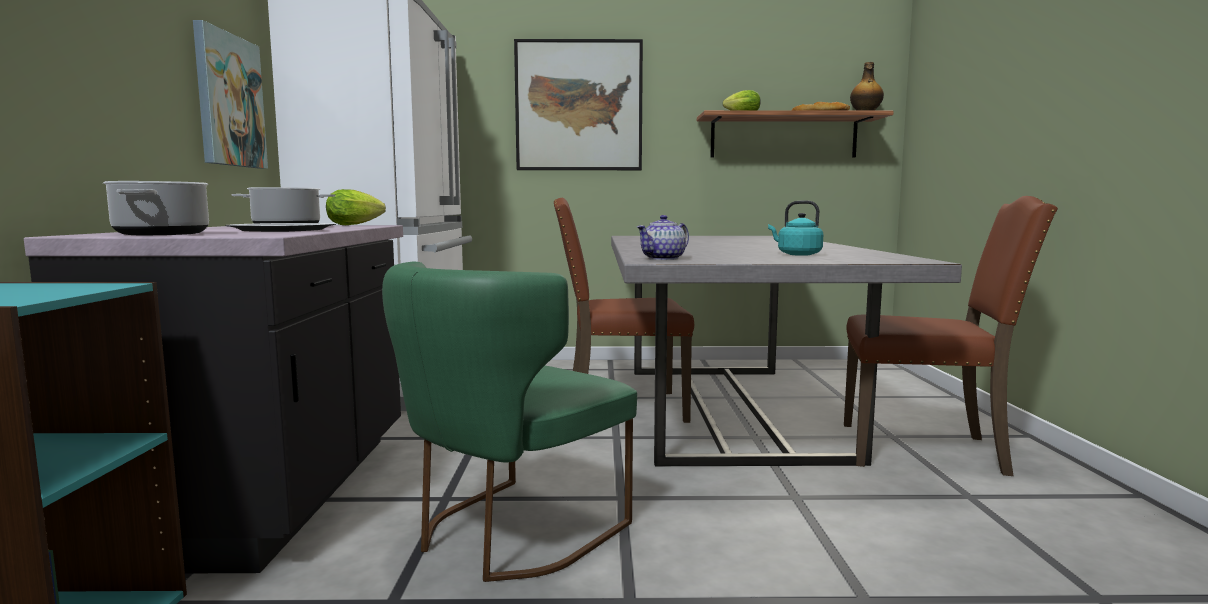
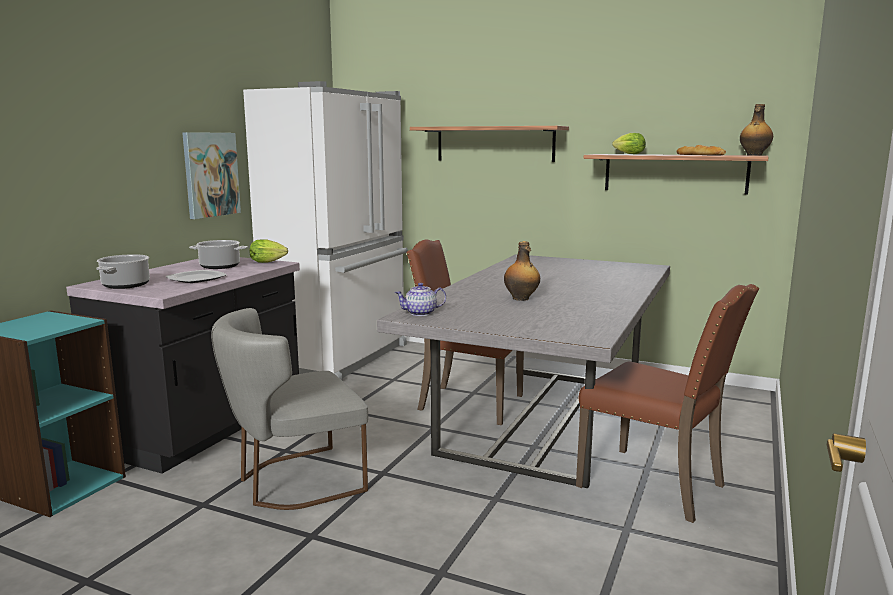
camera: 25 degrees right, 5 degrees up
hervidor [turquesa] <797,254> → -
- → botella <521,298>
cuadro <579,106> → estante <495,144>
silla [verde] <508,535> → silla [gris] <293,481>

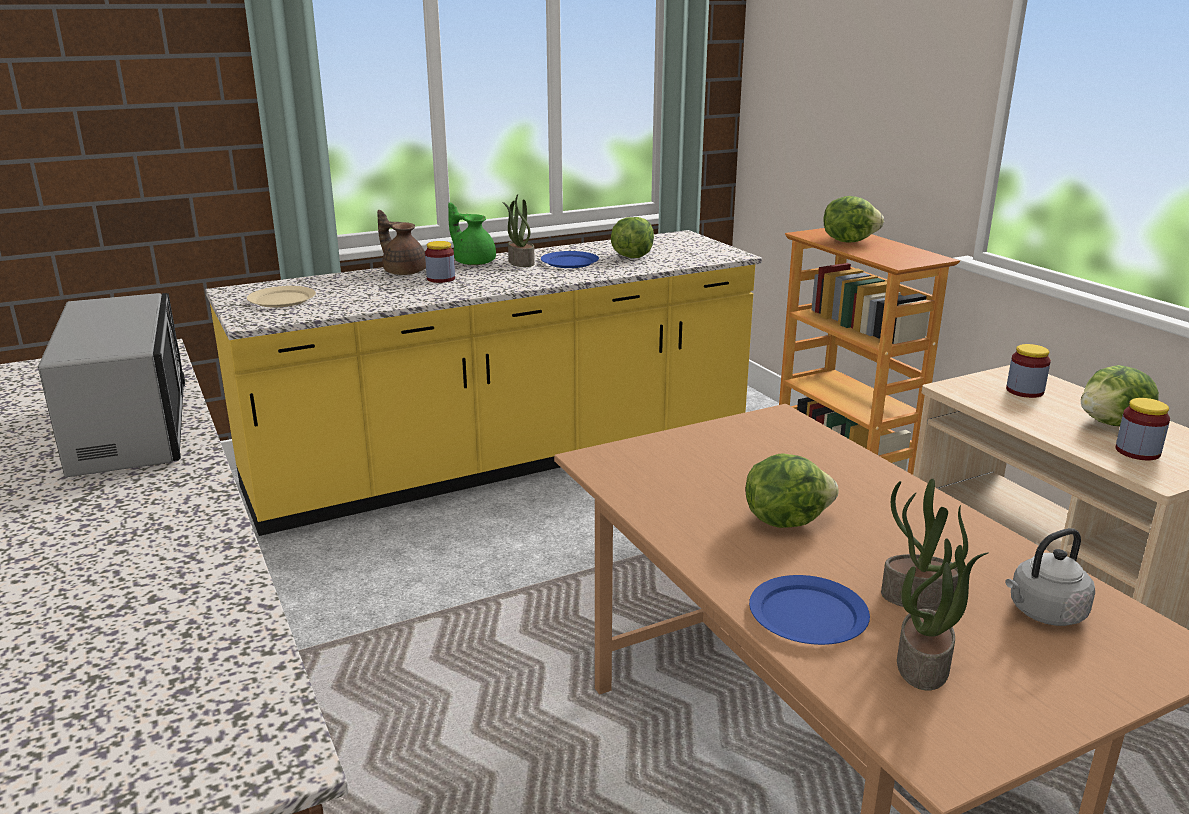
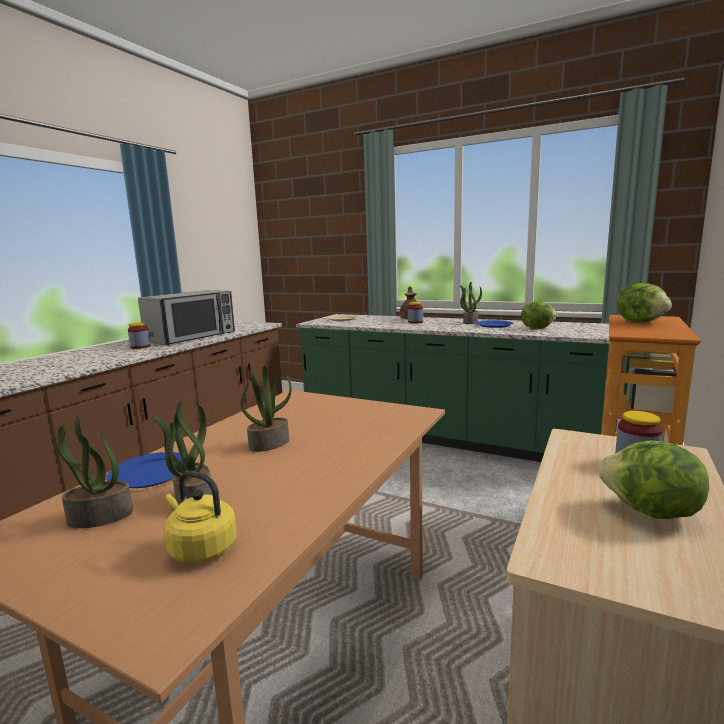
camera: 55 degrees right, 10 degrees down
tetera [verde] <473,262> → -
tarro <1137,451> → tarro <140,347>, relocated
lechuga <785,520> → planta en maceta <269,443>
mueble bajo de cocina [amarillo] <506,460> → mueble bajo de cocina [verde] <447,437>
hervidor [gris] <1043,613> → hervidor [amarillo] <200,548>

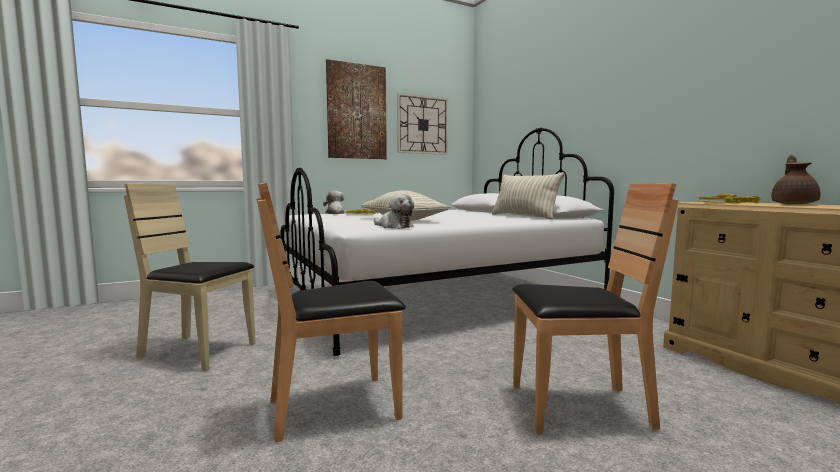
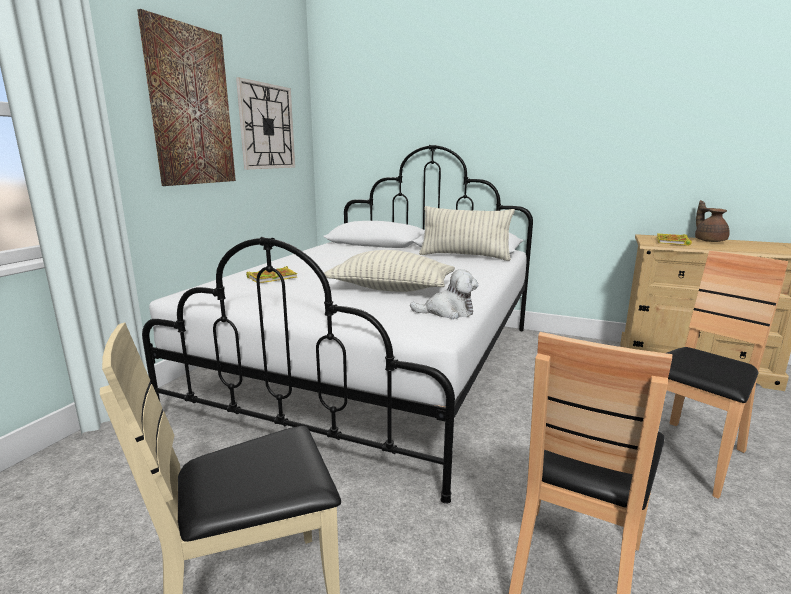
camera: 40 degrees left, 10 degrees up
peluche <335,213> → -

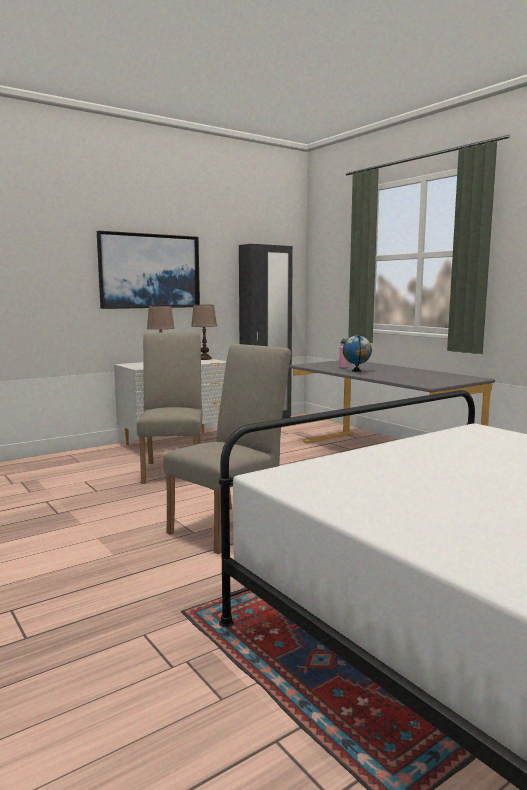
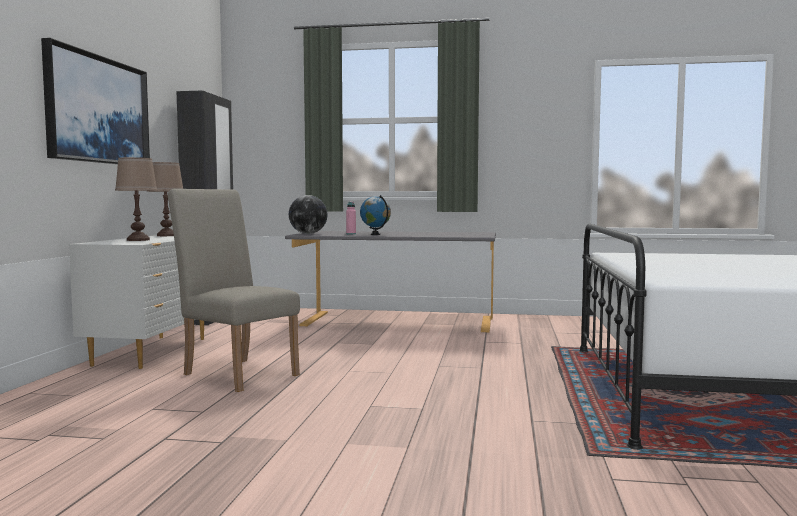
camera: 45 degrees left, 5 degrees down
silla [beis] <230,526> → -
- → globo terráqueo <308,233>

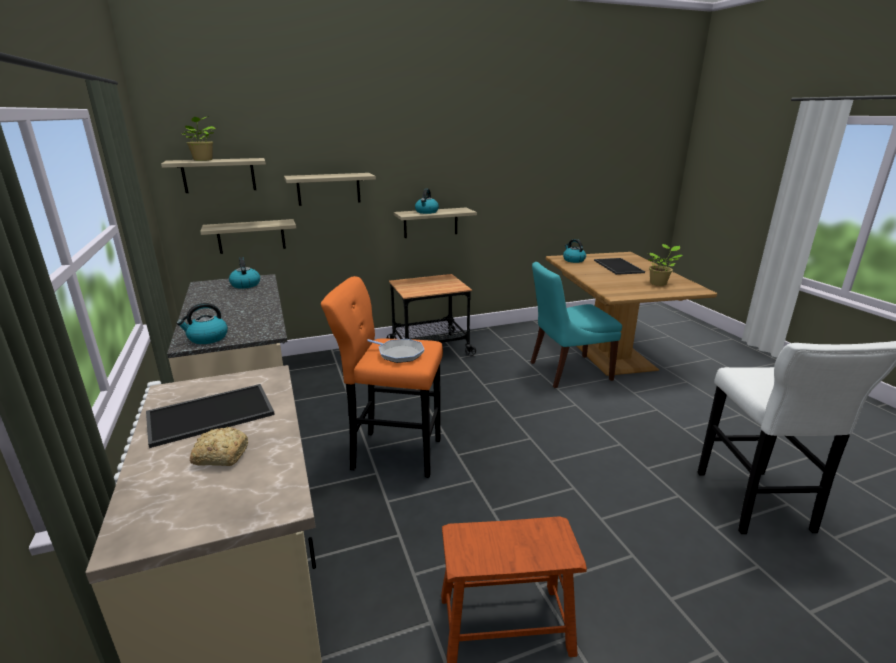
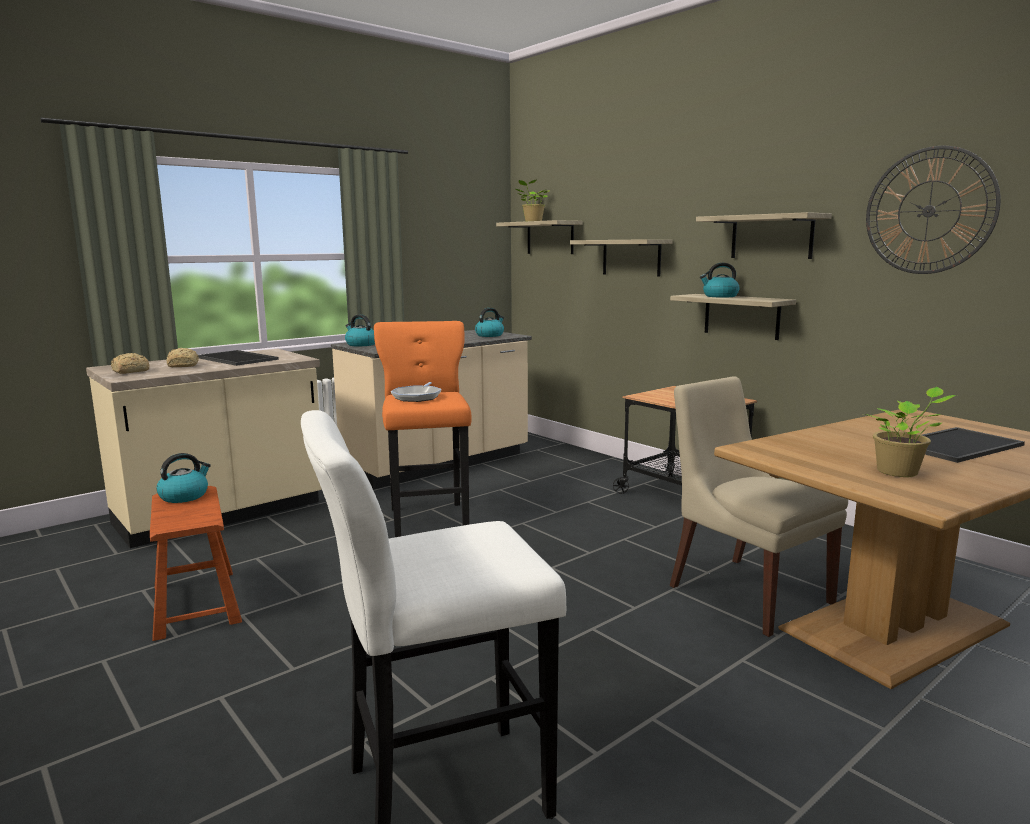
camera: 70 degrees right, 10 degrees down
- → pan <129,371>
- → reloj de pared <929,211>
estante <251,236> → estante <771,237>, relocated
hervidor <573,260> → hervidor <184,496>, relocated
silla [turquesa] <567,371> → silla [beis] <745,592>

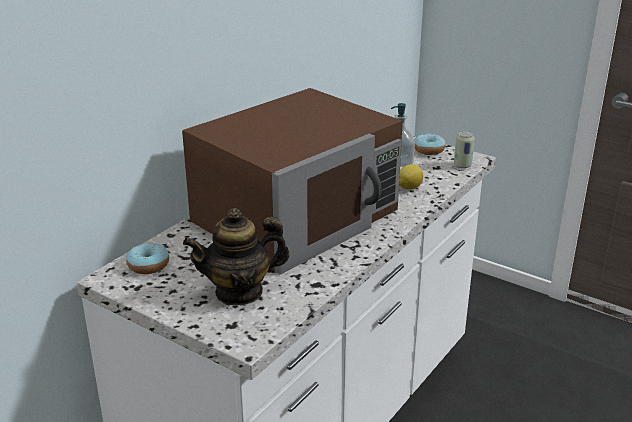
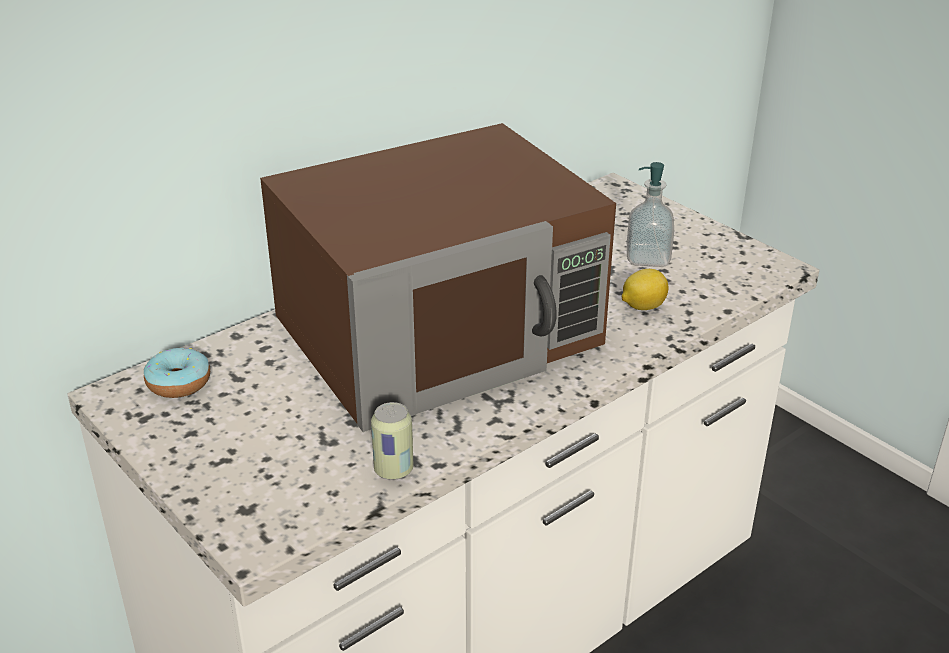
camera: 15 degrees right, 5 degrees up
tetera <239,292> → -
rosquilla <428,150> → -
lata <462,165> → lata <393,470>, relocated

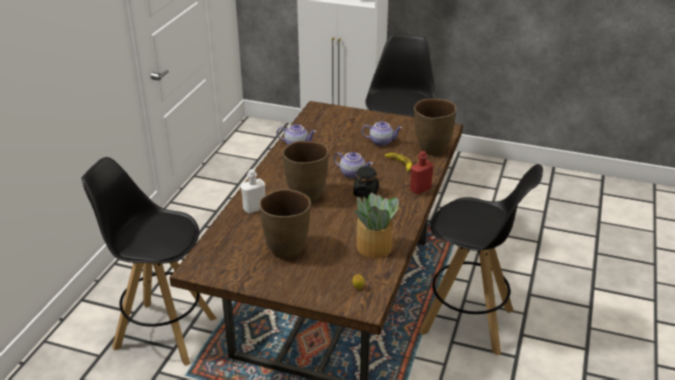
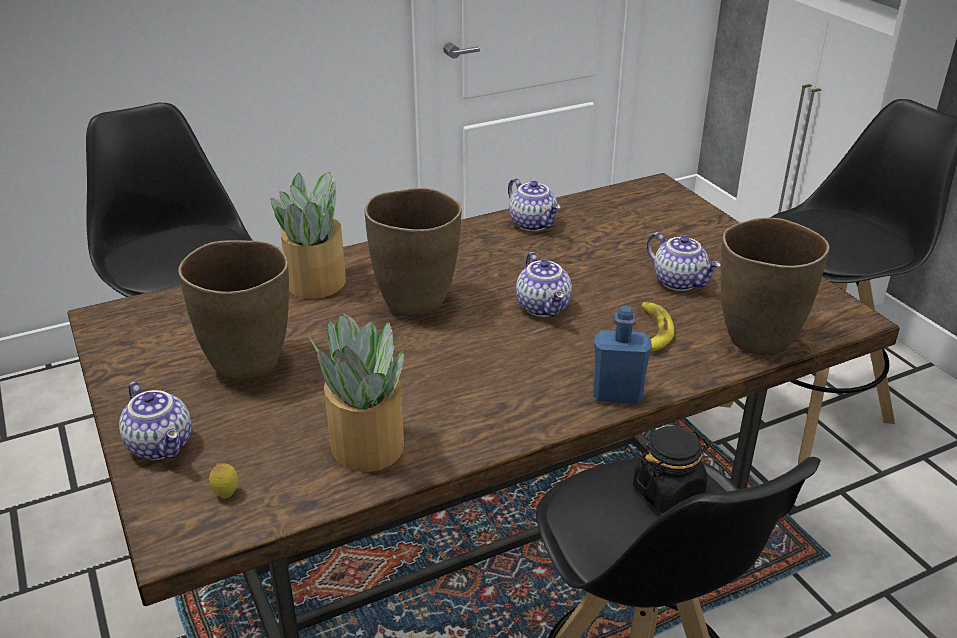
camera: 45 degrees right, 0 degrees up
- → tetera <162,445>
tarro [negro] <366,193> → tarro [negro] <668,492>, relocated
botella [blanco] <254,208> → planta en maceta <318,281>
botella [rojo] <420,189> → botella [azul] <617,395>

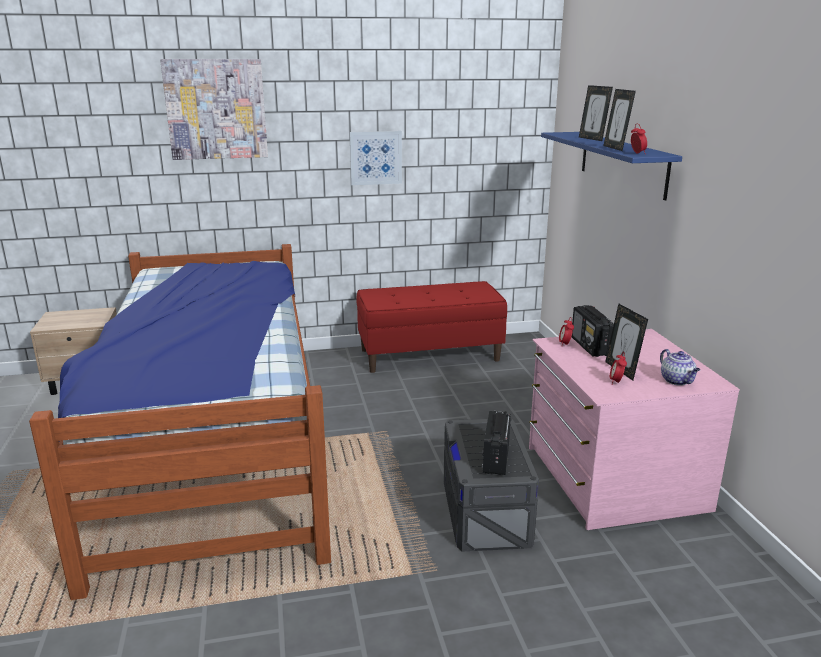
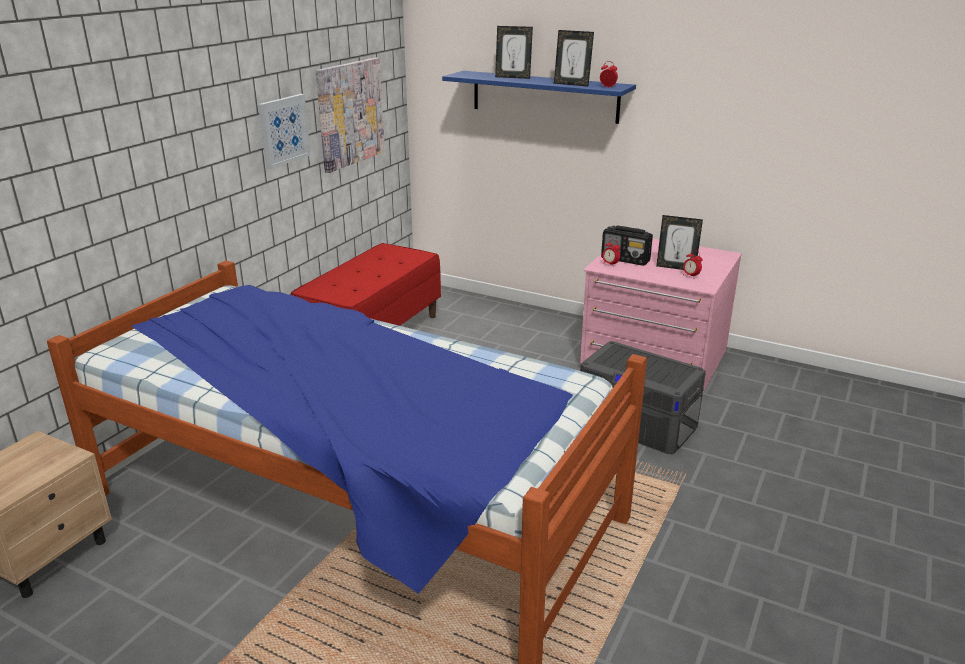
camera: 50 degrees left, 5 degrees up
radio <496,459> → -
tetera <677,381> → -
cuadro <216,109> → cuadro <350,113>, relocated

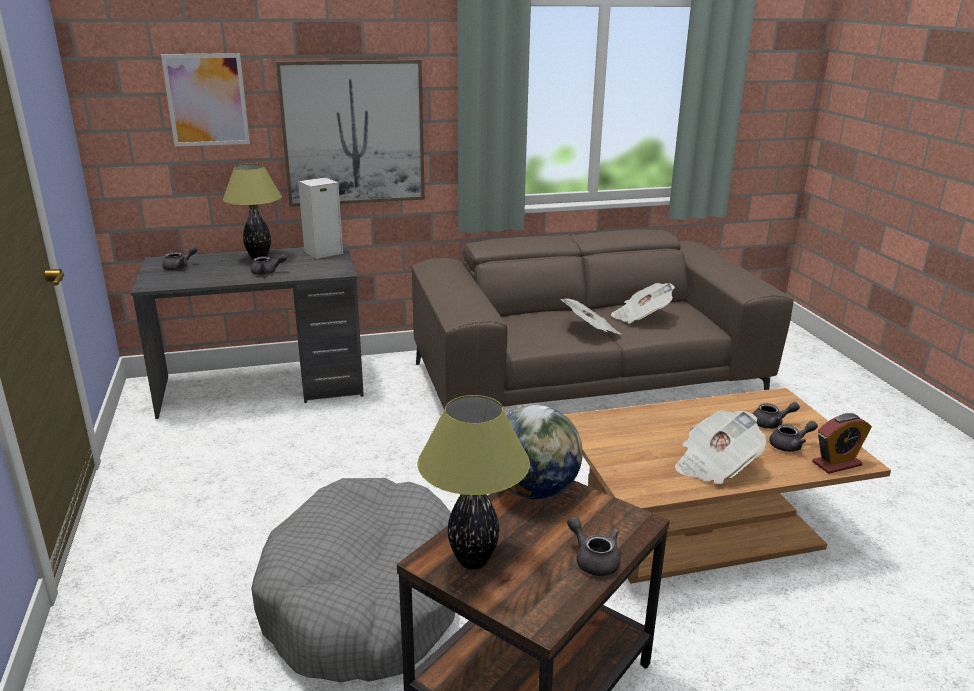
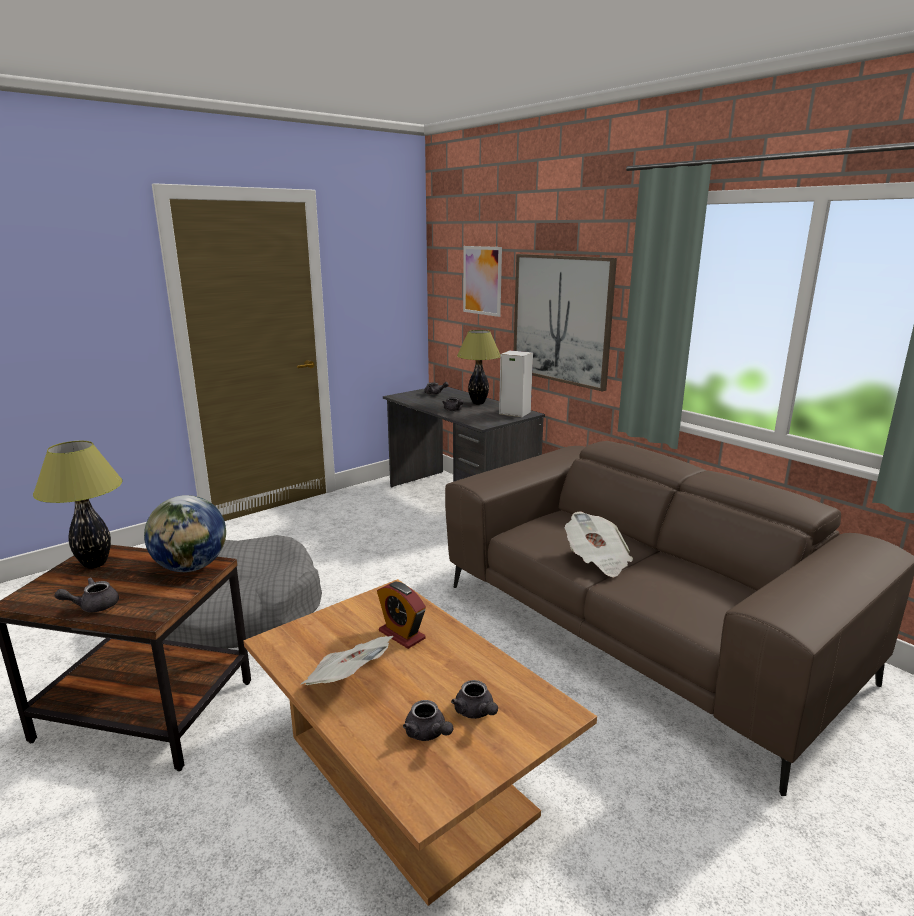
camera: 65 degrees right, 5 degrees down
periódico <641,317> → -
despertador <836,464> → despertador <402,635>, relocated
tetera [gris] <593,559> → tetera [gris] <93,606>, 150 degrees counterclockwise

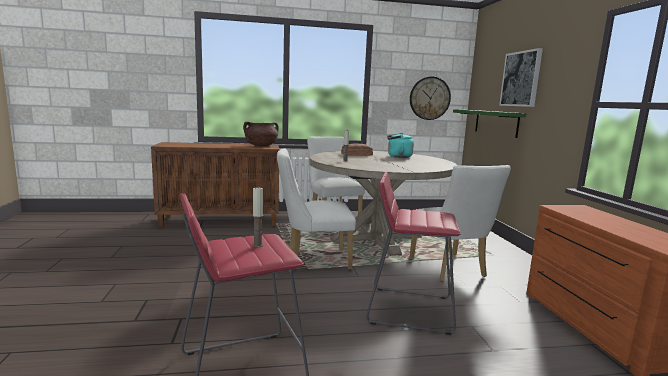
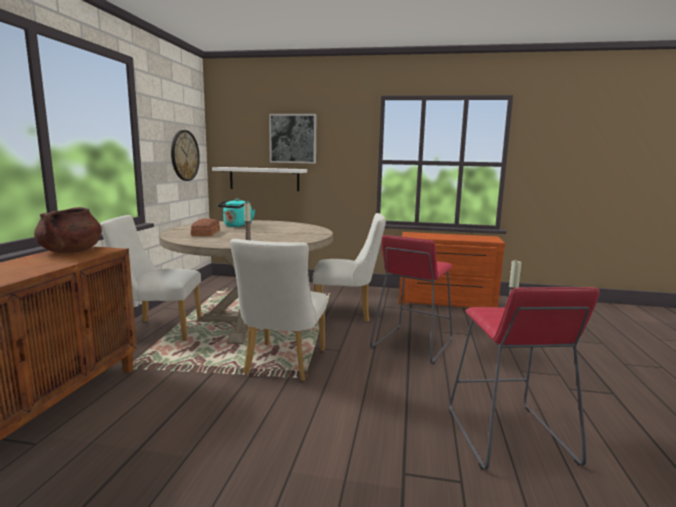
camera: 70 degrees left, 0 degrees up
estante [verde] <496,123> → estante [blanco] <264,179>

